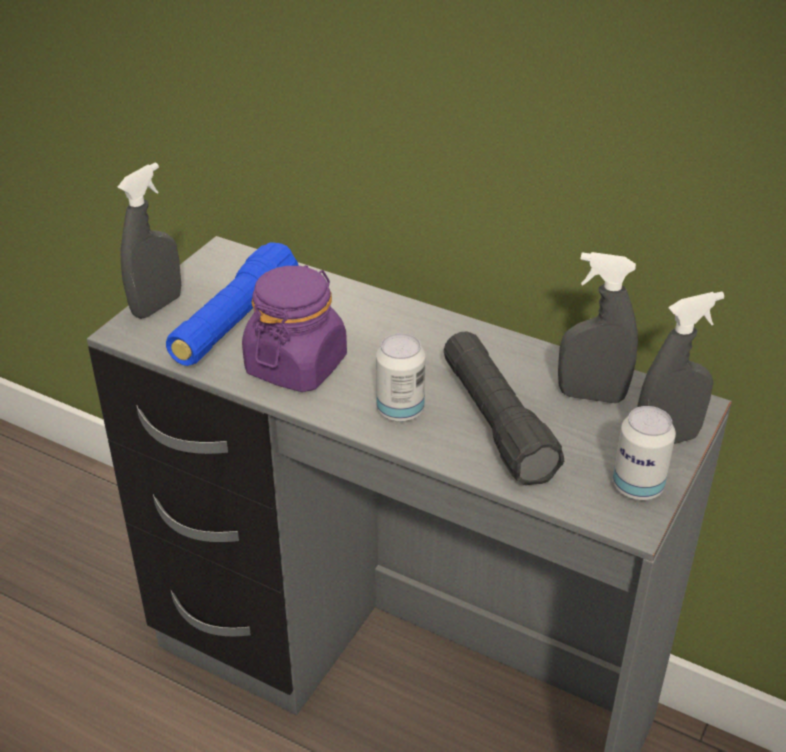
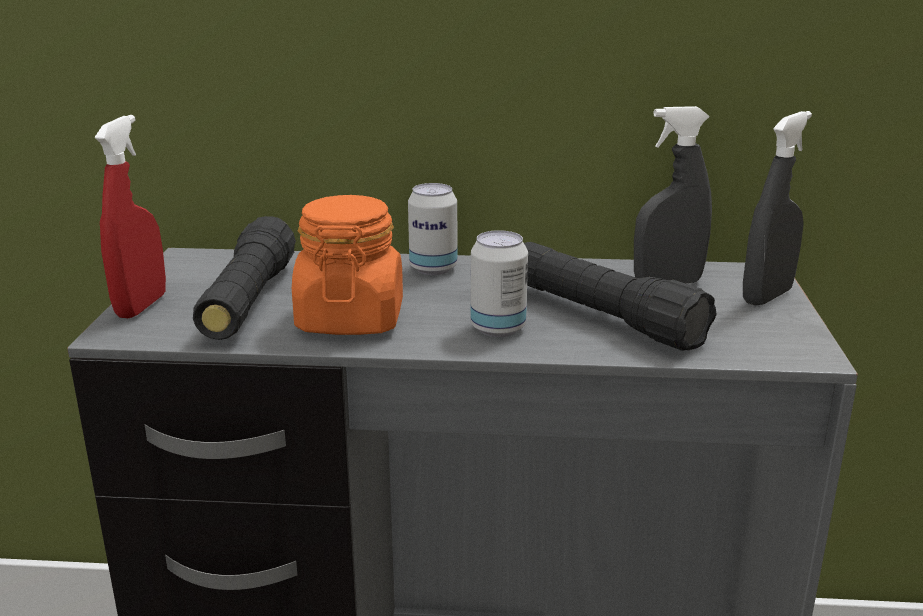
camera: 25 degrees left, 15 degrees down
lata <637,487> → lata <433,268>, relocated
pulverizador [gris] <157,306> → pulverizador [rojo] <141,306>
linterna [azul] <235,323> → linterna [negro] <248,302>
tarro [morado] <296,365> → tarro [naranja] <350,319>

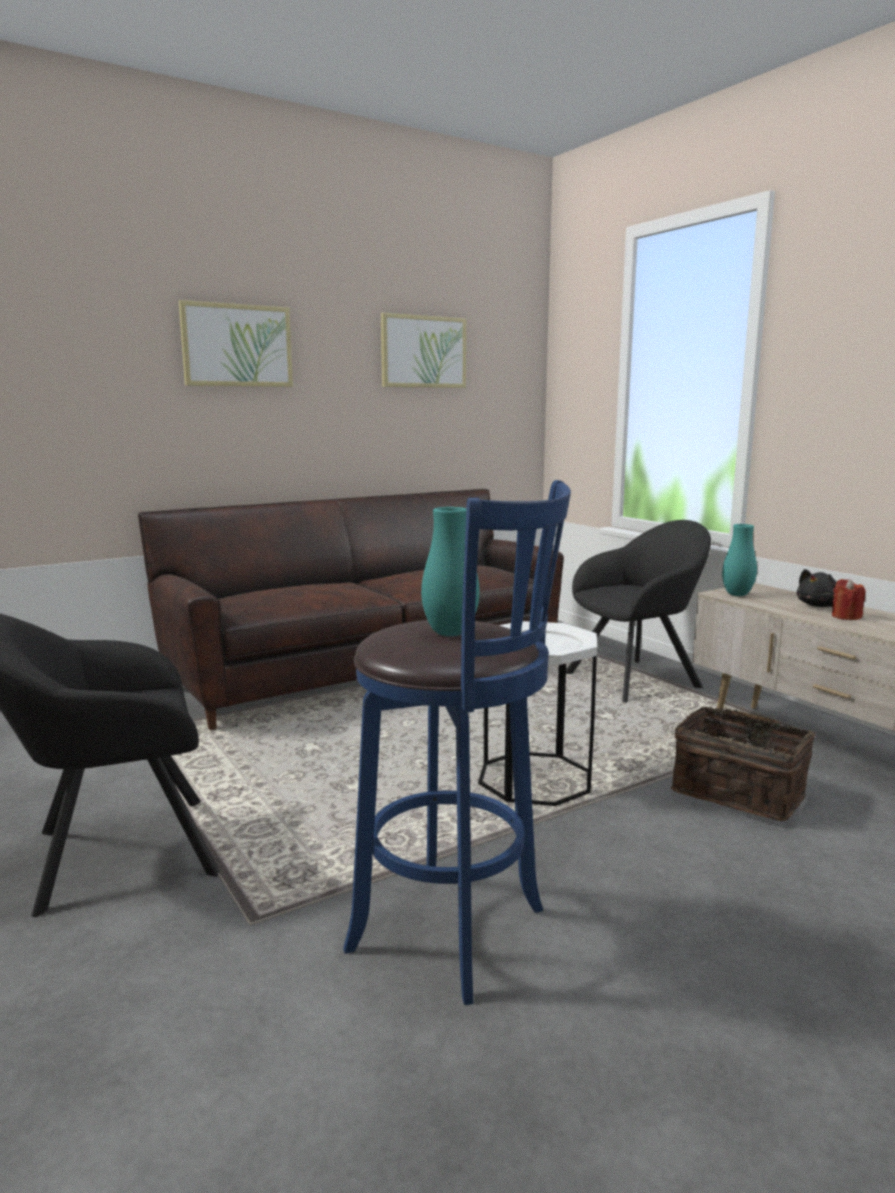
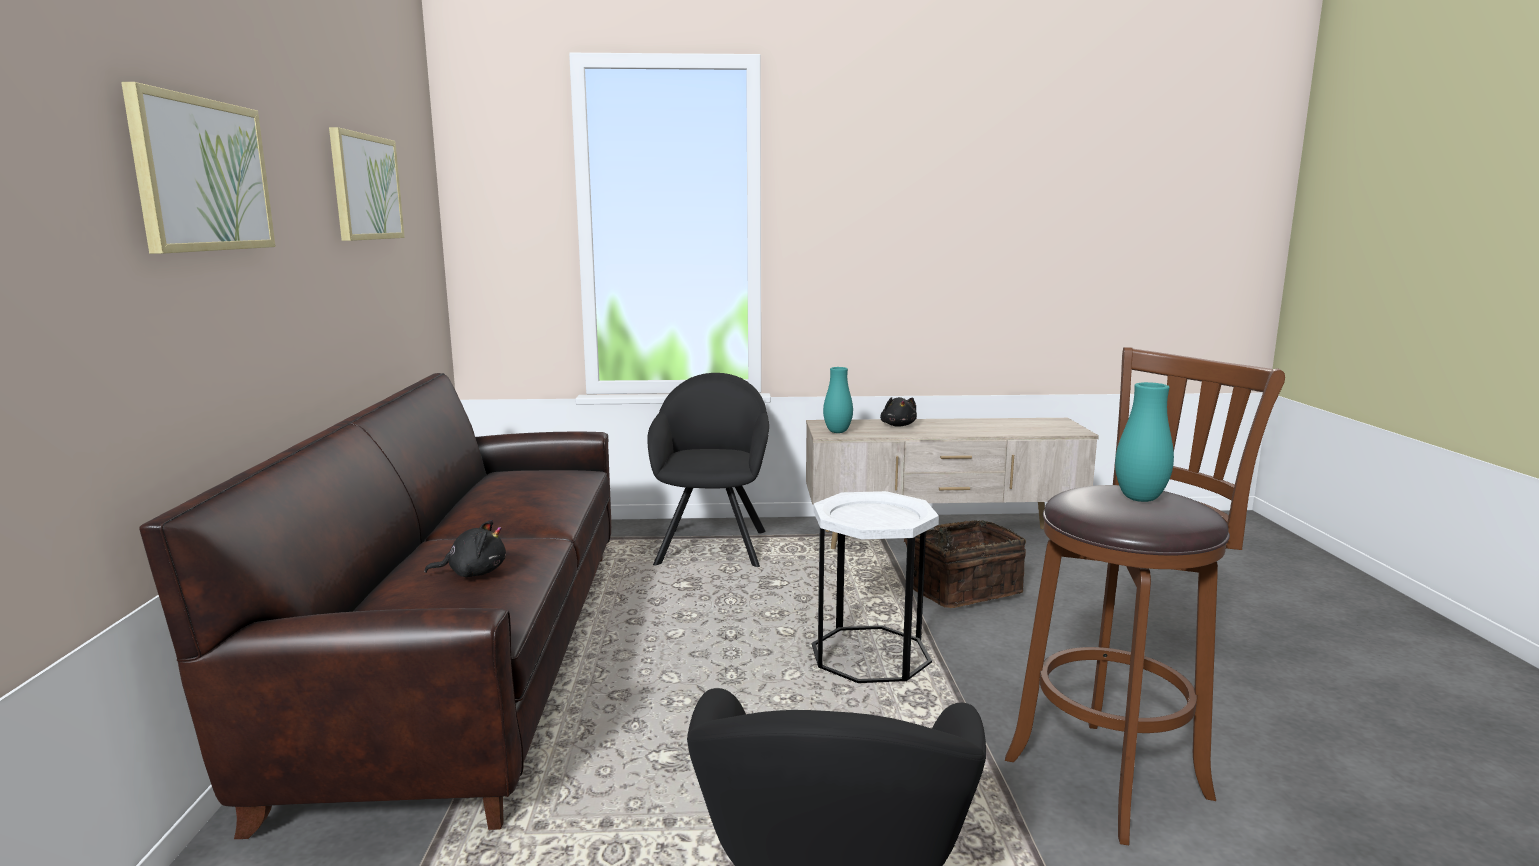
camera: 60 degrees left, 0 degrees up
vela [rojo] <846,616> → -
- → peluche [negro] <473,573>
taburete [azul] <457,933> → taburete [marrón] <1114,774>

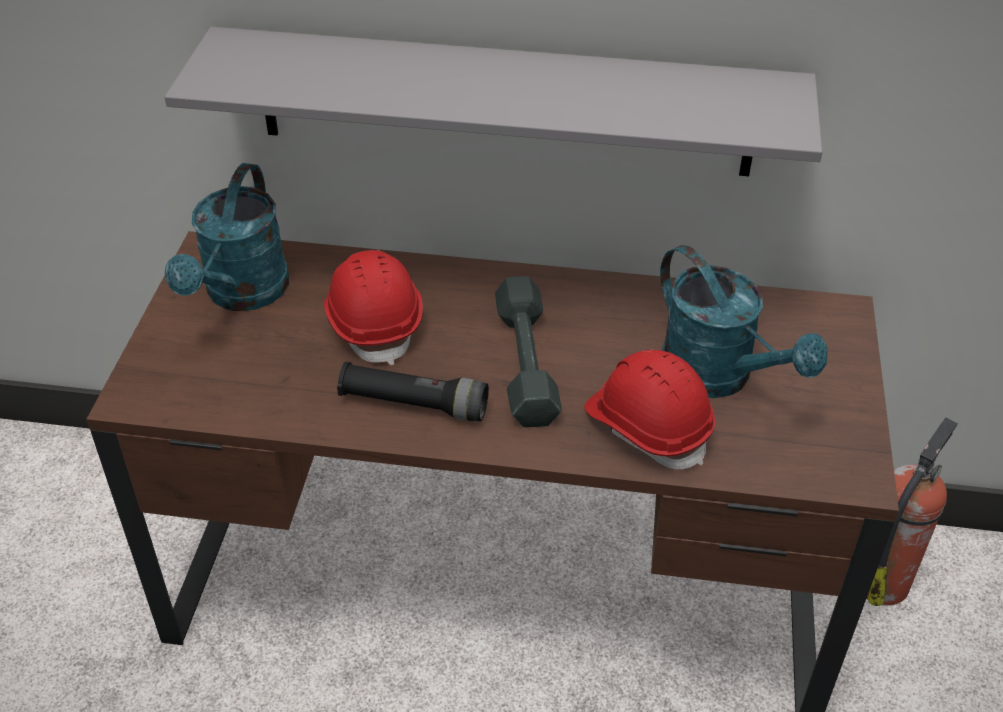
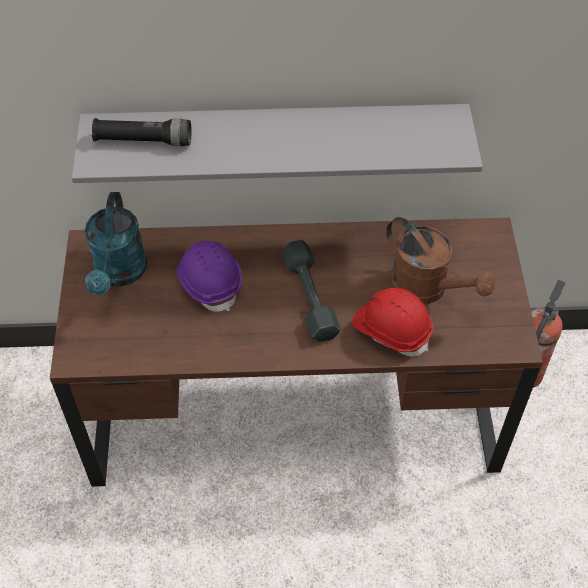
camera: 10 degrees left, 10 degrees up
linterna [negro] <414,404> → linterna [negro] <143,141>, relocated
casco [rojo] <374,323> → casco [morado] <210,282>
regadera [turquesa] <719,377> → regadera [marrón] <427,289>

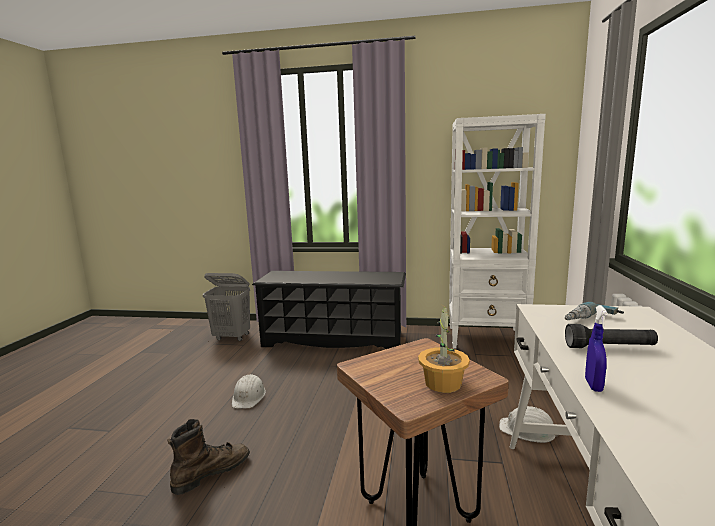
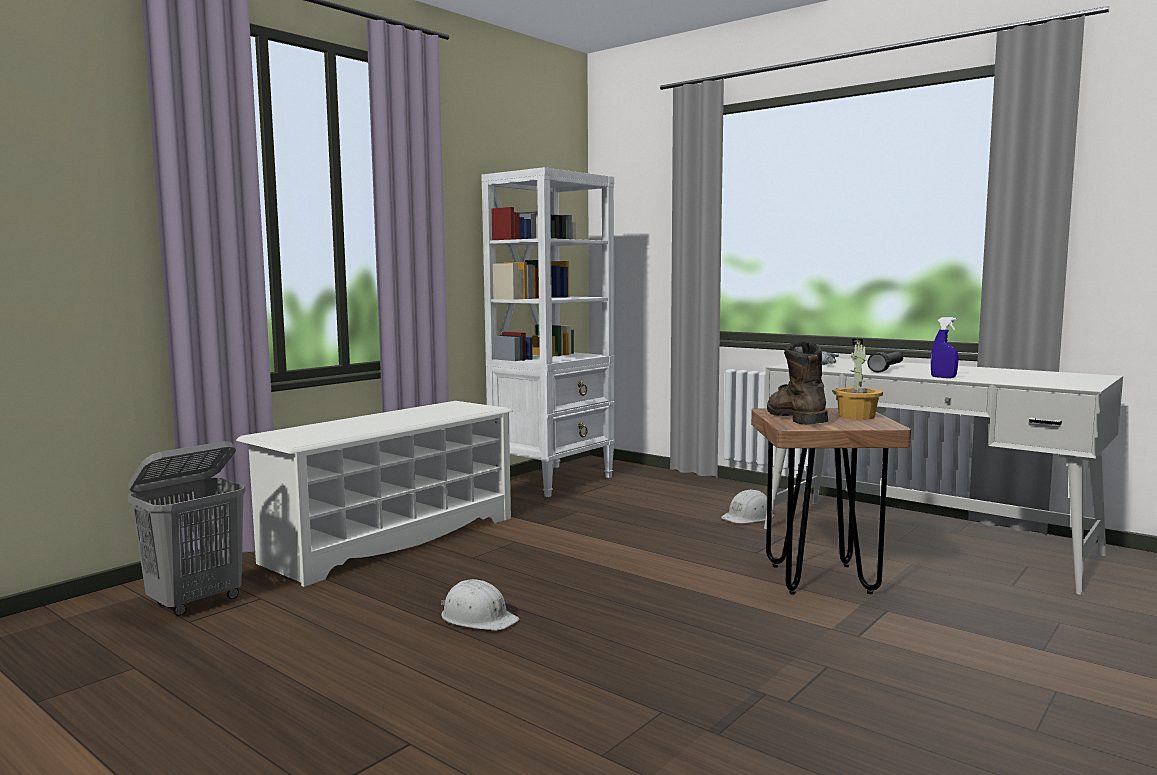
camera: 60 degrees left, 5 degrees down
bota [marrón] <211,472> → bota [marrón] <794,417>, relocated
zapatero [negro] <334,340> → zapatero [blanco] <392,539>

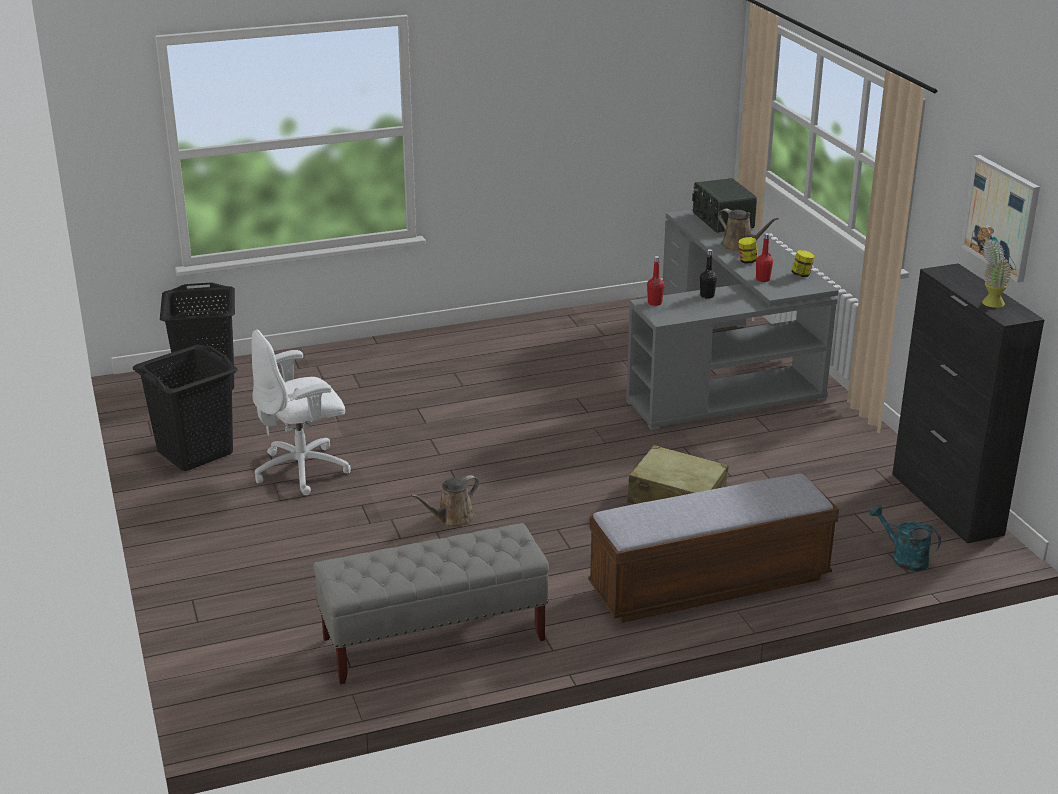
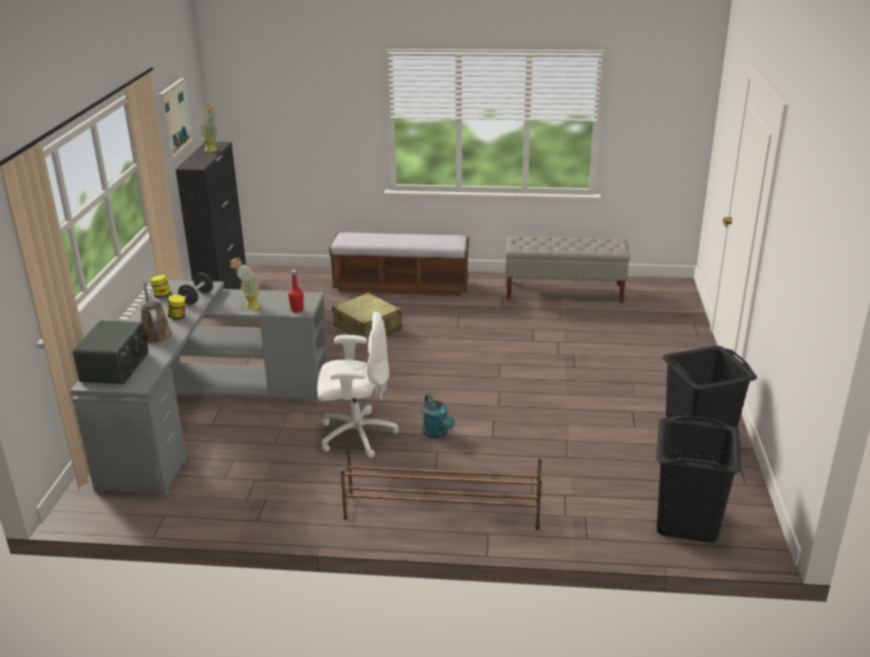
camera: 155 degrees left, 0 degrees up
regadera [marrón] <452,519> → -
- → zapatero [marrón] <441,511>
silla de oficina [blanco] <303,470> → silla de oficina [blanco] <356,435>, relocated
regadera [turquesa] <903,558> → regadera [turquesa] <438,433>, relocated
botella [negro] <707,296> → planta en maceta <249,308>
botella [rojo] <763,279> → mancuerna [negro] <197,298>

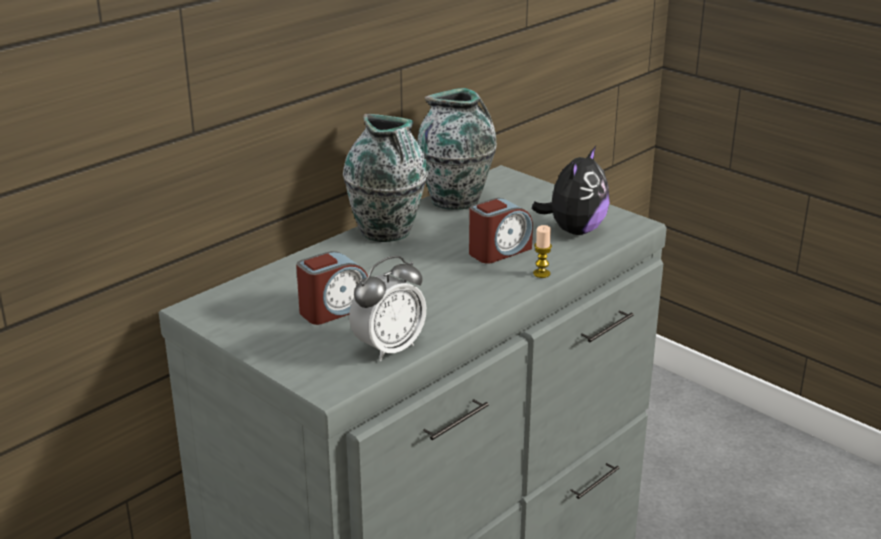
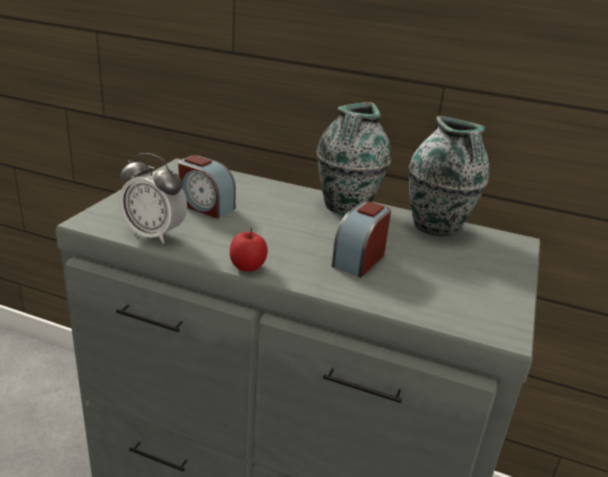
camera: 65 degrees right, 0 degrees up
peluche <574,230> → -
vela <541,274> → -
- → manzana <247,266>
despertador <499,251> → despertador <359,259>, 90 degrees clockwise

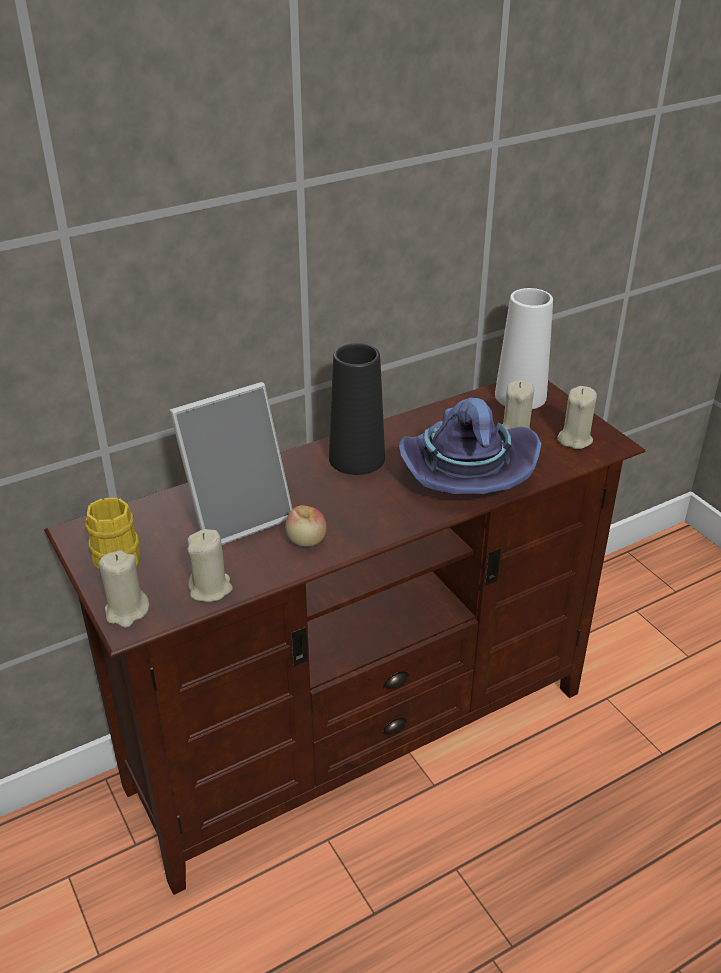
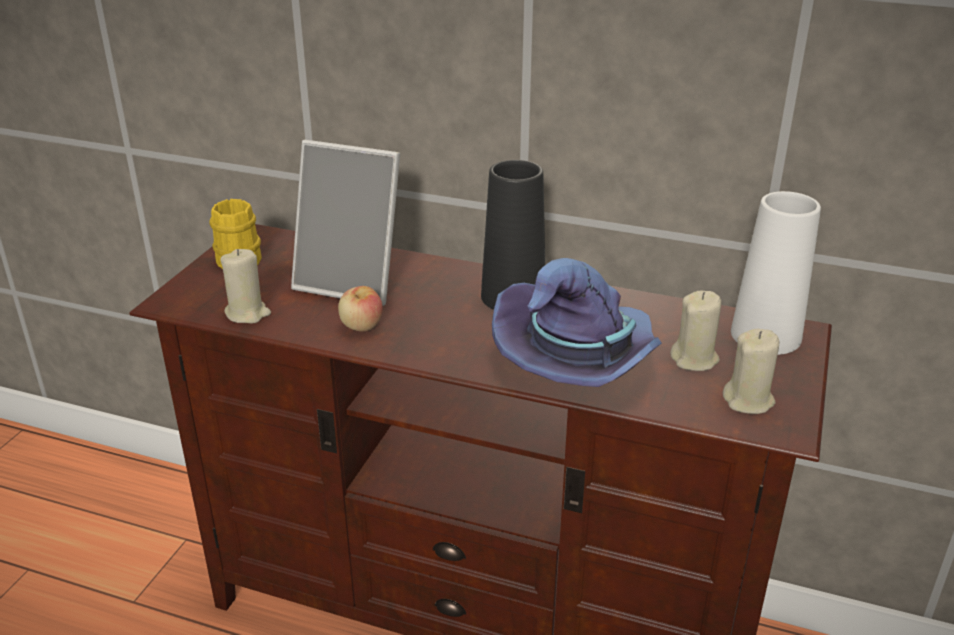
camera: 50 degrees right, 5 degrees down
vela [beis] <126,611> → -

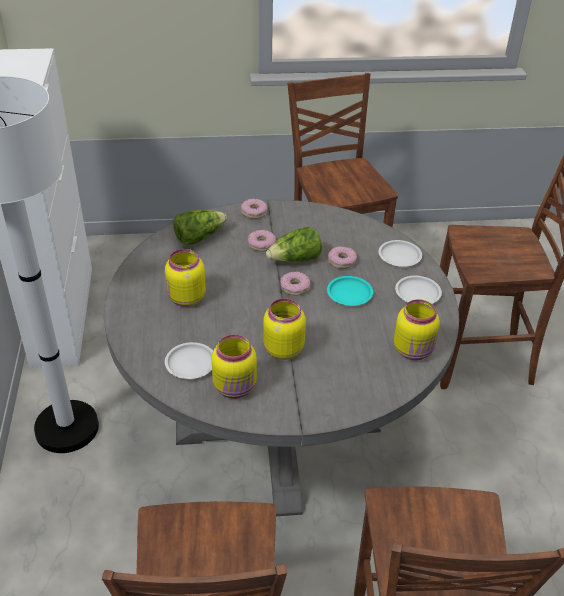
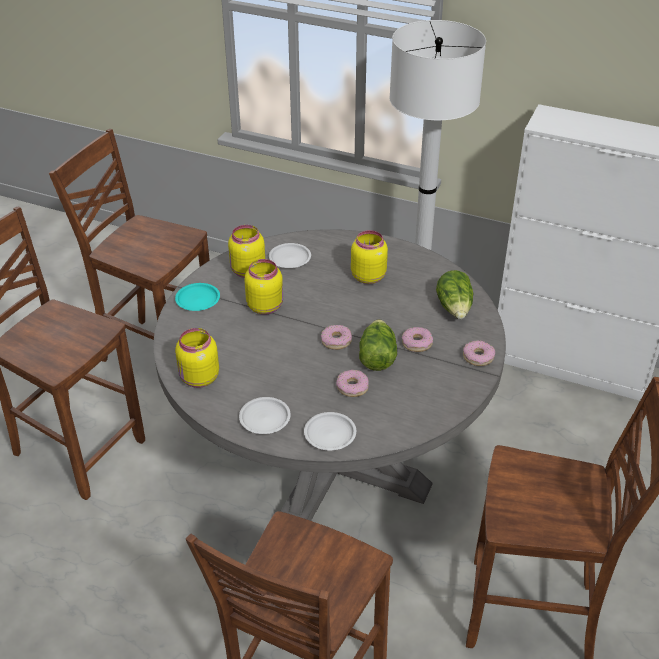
camera: 120 degrees right, 0 degrees up
plato [turquesa] <350,294> → plato [turquesa] <197,300>, relocated

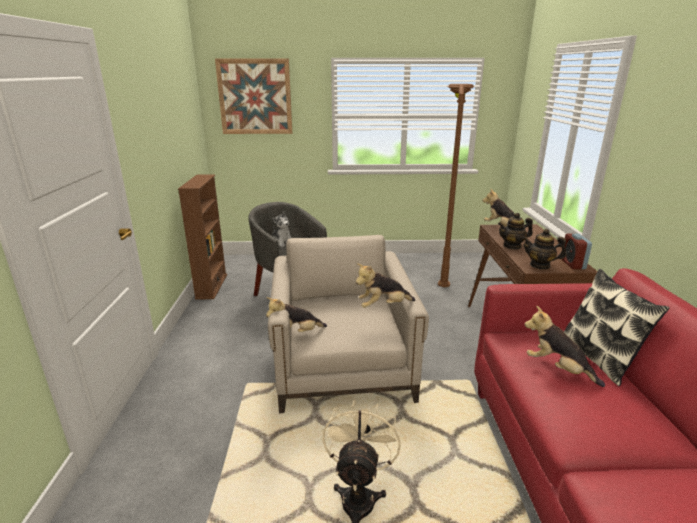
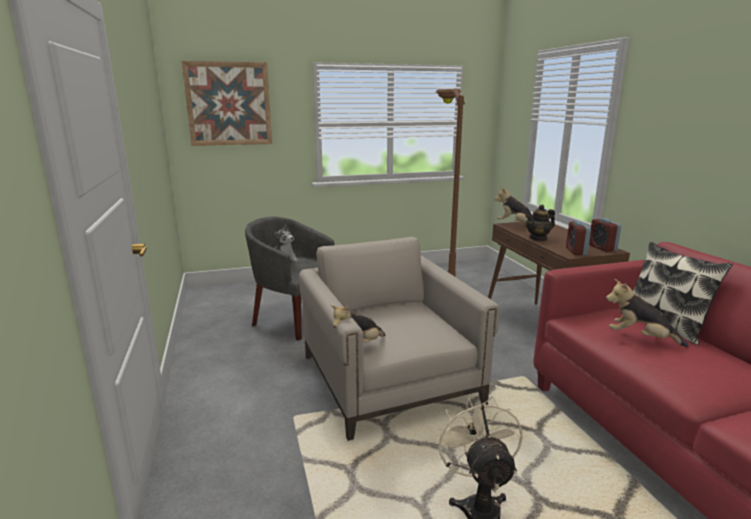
camera: 15 degrees left, 5 degrees down
estantería [marrón] <211,286> → -
peluche <383,306> → -
tetera <540,265> → despertador <576,251>

